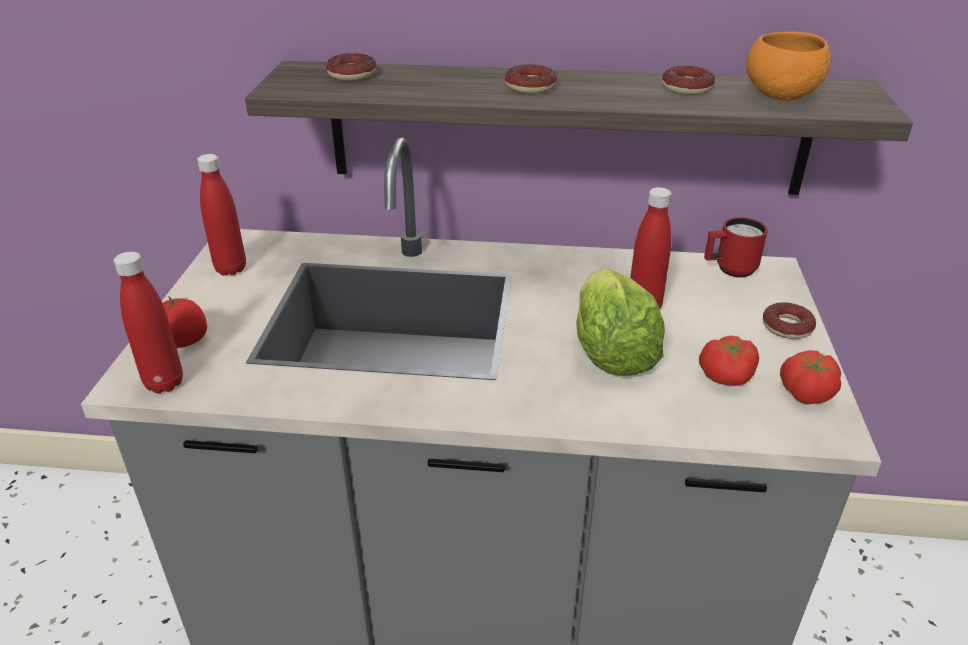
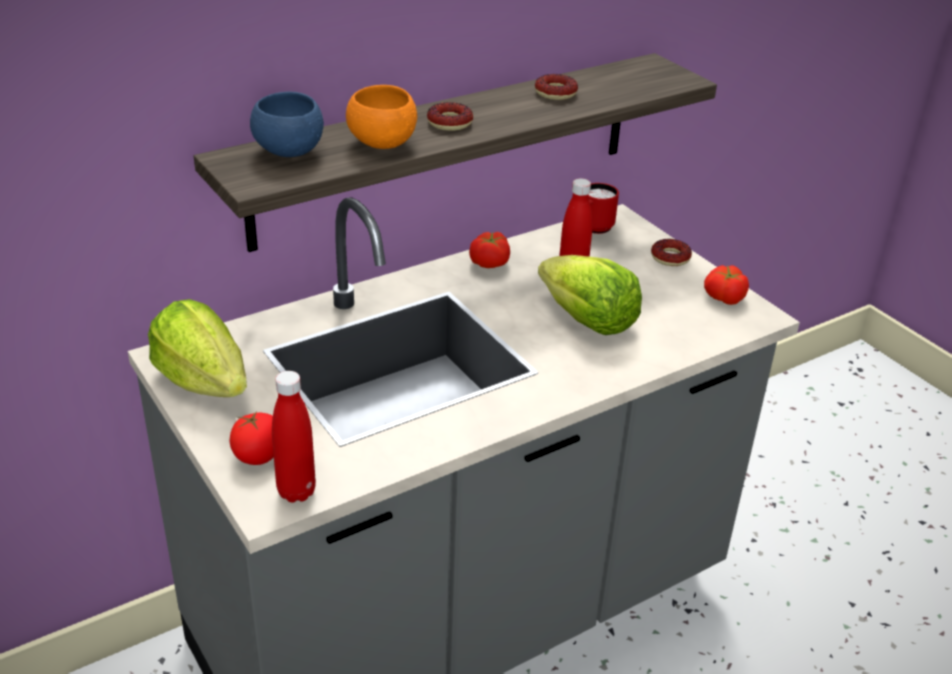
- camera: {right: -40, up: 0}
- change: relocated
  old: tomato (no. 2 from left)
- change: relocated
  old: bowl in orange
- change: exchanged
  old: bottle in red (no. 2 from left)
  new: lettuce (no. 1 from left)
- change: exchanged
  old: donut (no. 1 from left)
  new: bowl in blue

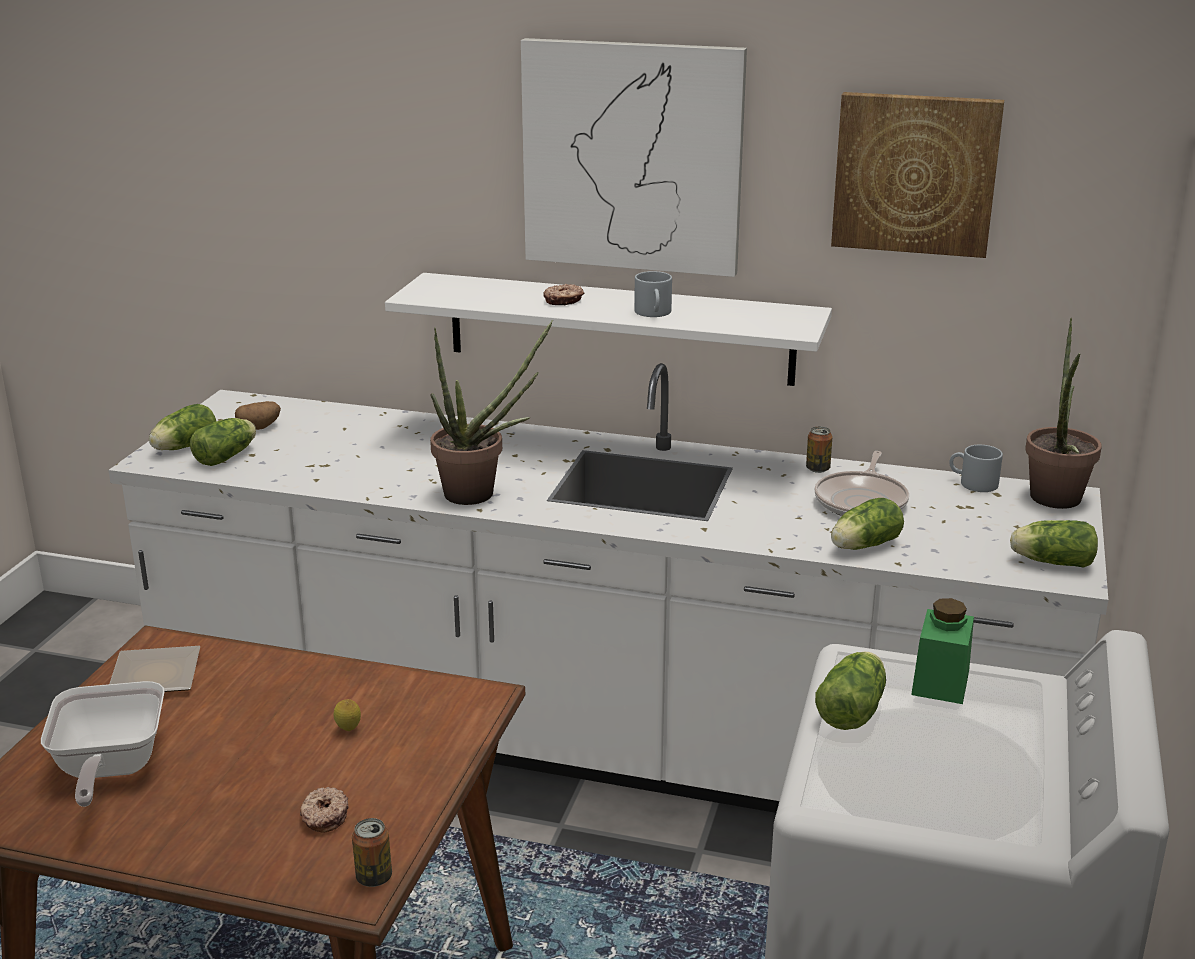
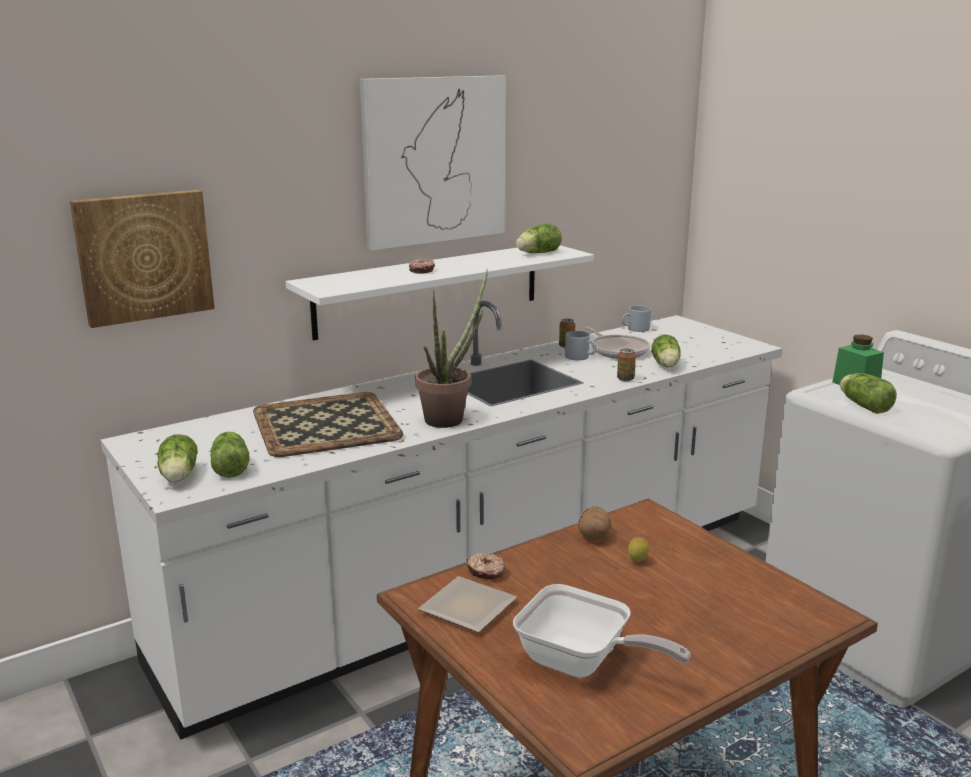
- camera: {right: -50, up: -5}
- change: missing
  old: potted plant (no. 2 from left)
- change: appeared
  new: tray
- change: relocated
  old: potato
- change: relocated
  old: donut (no. 1 from left in the first image)
  new: donut (no. 2 from left)
- change: relocated
  old: can (no. 1 from left in the first image)
  new: can (no. 2 from left)
- change: relocated
  old: mug in grey (no. 1 from left)
- change: relocated
  old: picture (no. 2 from left in the first image)
  new: picture (no. 1 from left)
- change: relocated
  old: lettuce (no. 5 from left in the first image)
  new: lettuce (no. 3 from left)

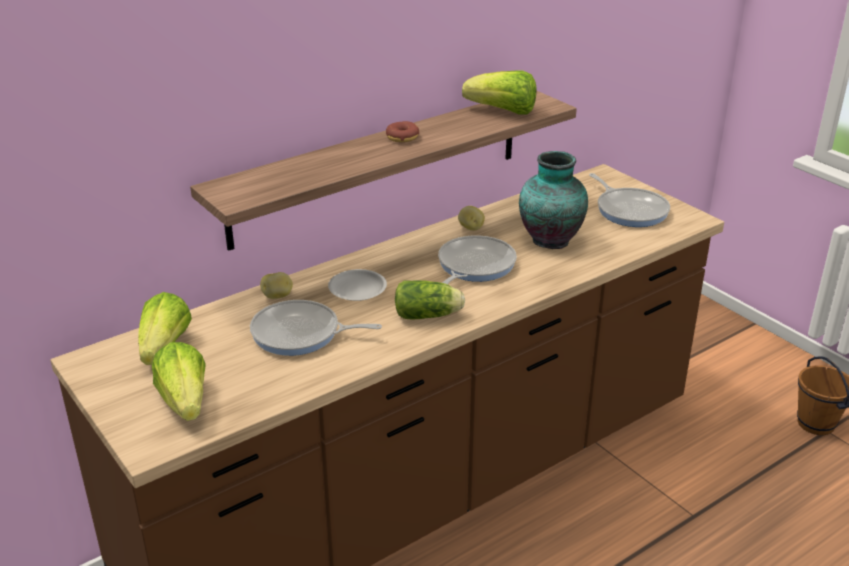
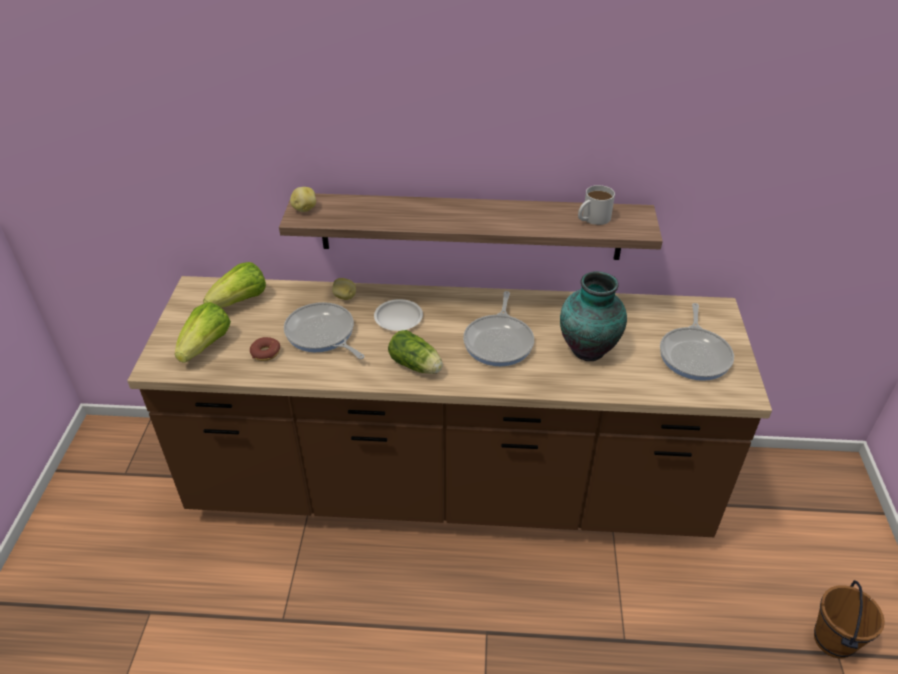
- camera: {right: 40, up: 10}
- change: relocated
  old: donut
- change: relocated
  old: potato (no. 2 from left in the first image)
  new: potato (no. 1 from left)
- change: exchanged
  old: lettuce (no. 4 from left)
  new: mug in white
- change: spun
  old: frying pan (no. 2 from left)
  degrees: 120

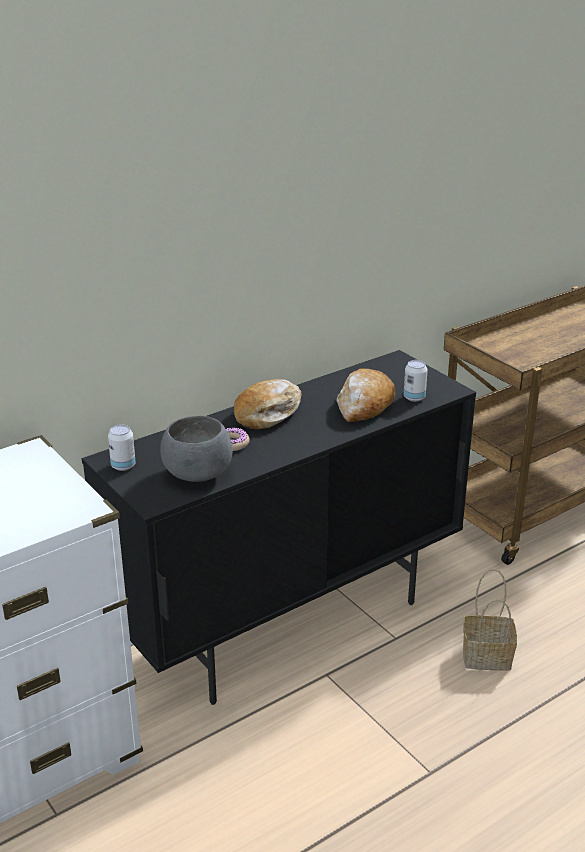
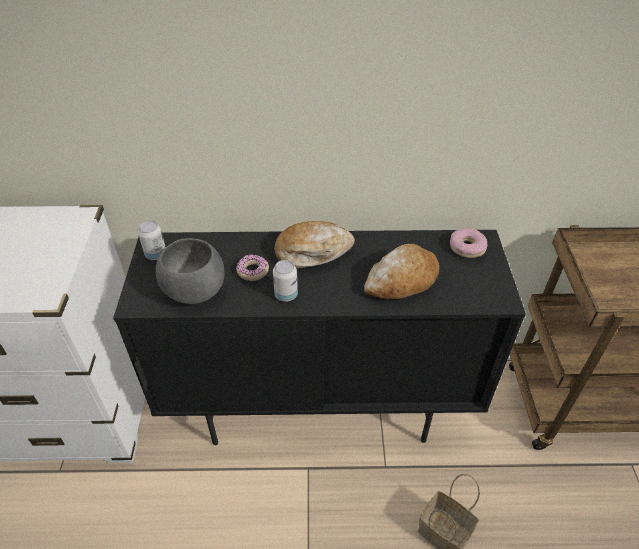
- camera: {right: 35, up: 15}
- change: appeared
  new: donut (no. 2 from left)
- change: relocated
  old: can (no. 2 from left)

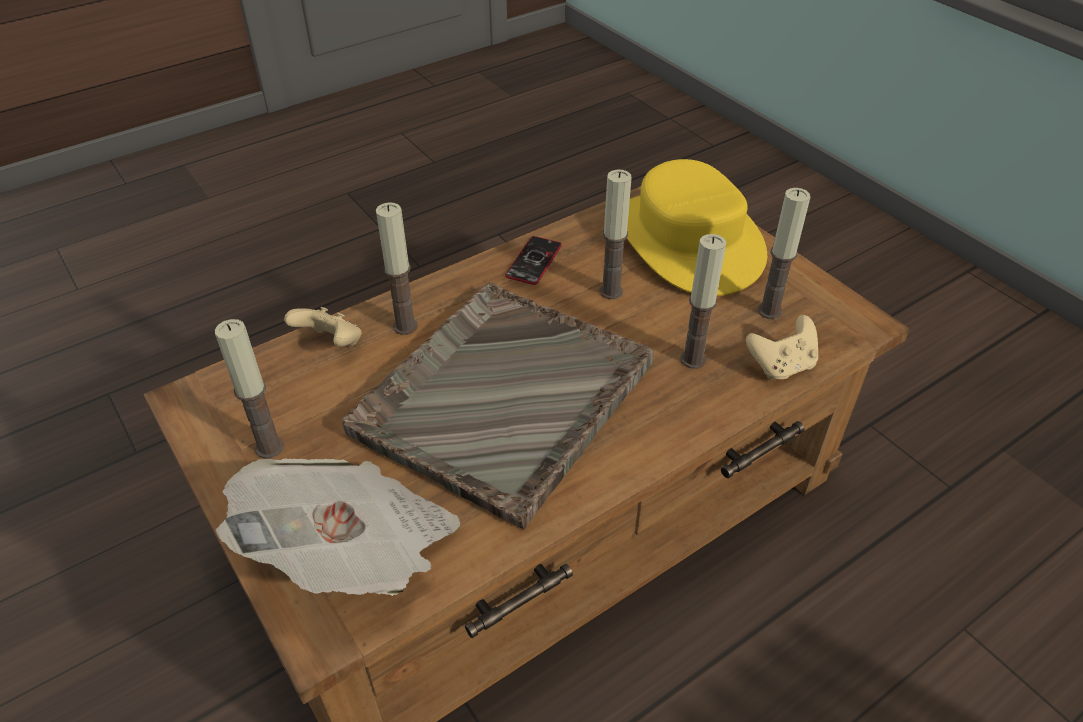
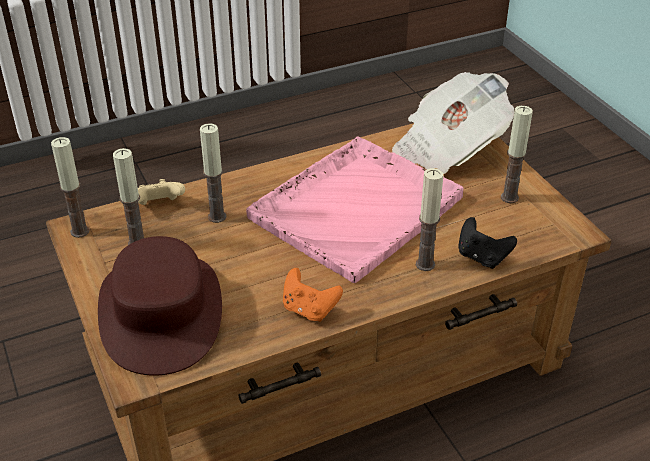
- camera: {right: -170, up: -5}
- change: relocated
  old: candle (no. 3 from left in the first image)
  new: candle (no. 1 from left)
- change: exchanged
  old: phone
  new: game controller in orange
- change: colour
  old: game controller in beige (no. 1 from left)
  new: game controller in black
- change: colour
  old: tray in grey
  new: tray in pink
- change: colour
  old: hat in yellow
  new: hat in brown

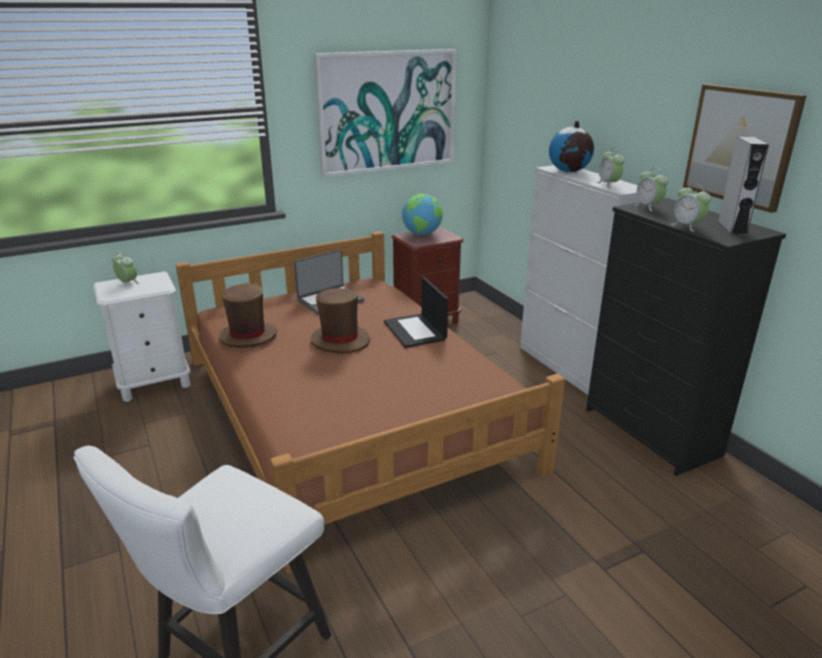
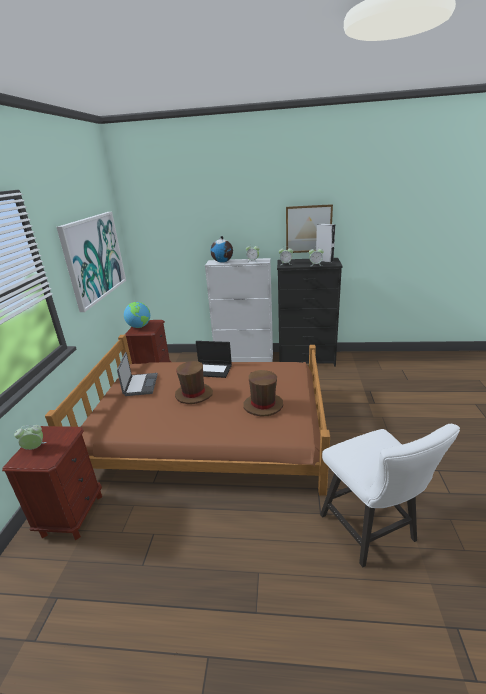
- camera: {right: -55, up: 0}
- change: relocated
  old: hat in brown (no. 1 from left in the first image)
  new: hat in brown (no. 2 from left)
- change: colour
  old: nightstand in white
  new: nightstand in brown (no. 1 from left)

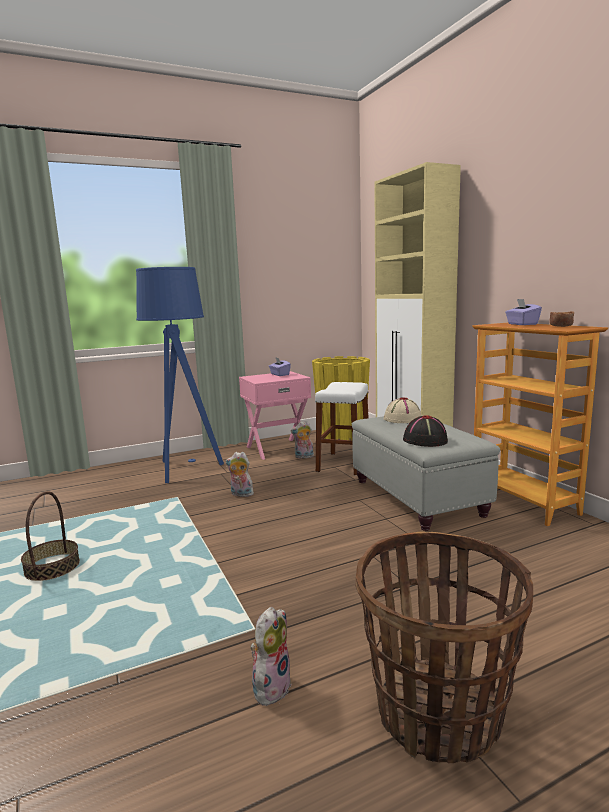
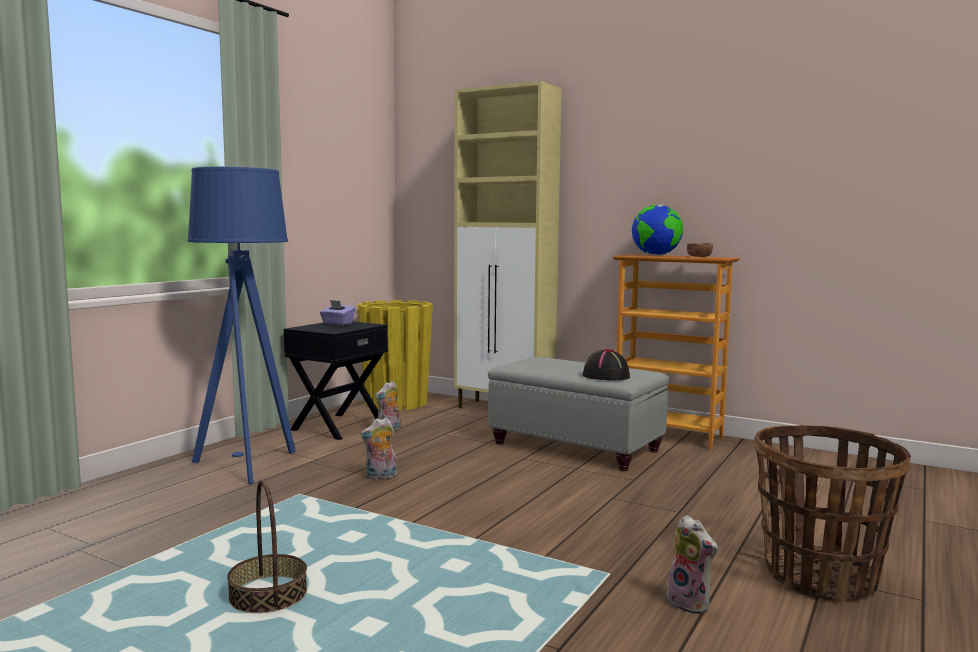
- camera: {right: -35, up: -5}
- change: missing
  old: stool in white
- change: missing
  old: hat in beige
- change: exchanged
  old: tissue box in purple (no. 2 from left)
  new: globe
- change: colour
  old: nightstand in pink
  new: nightstand in black
- change: spun
  old: plush toy (no. 2 from left in the first image)
  degrees: 150

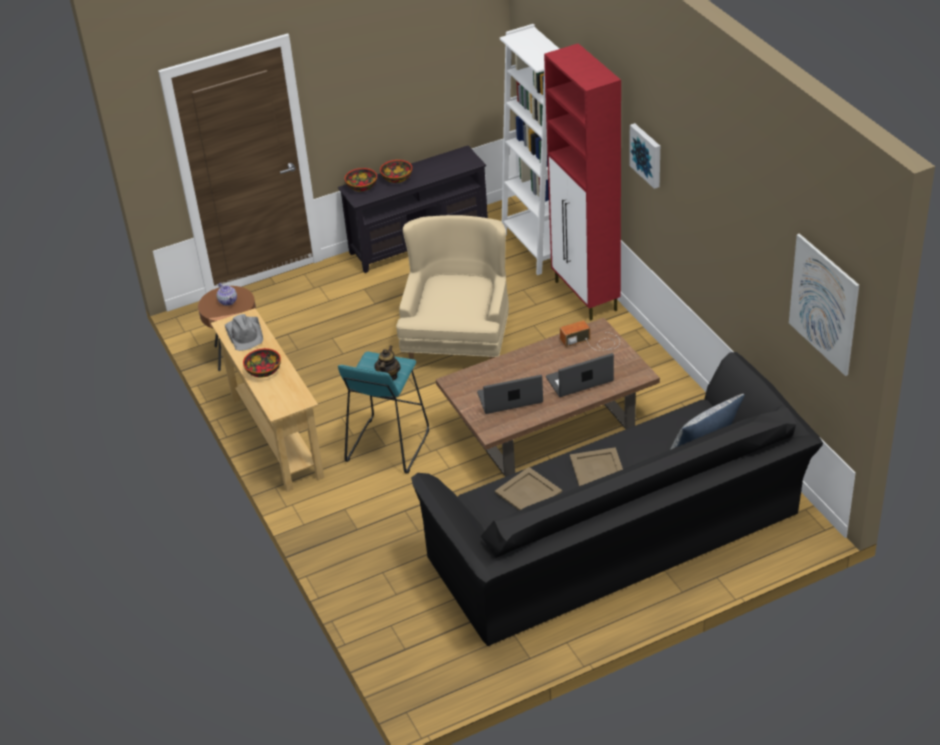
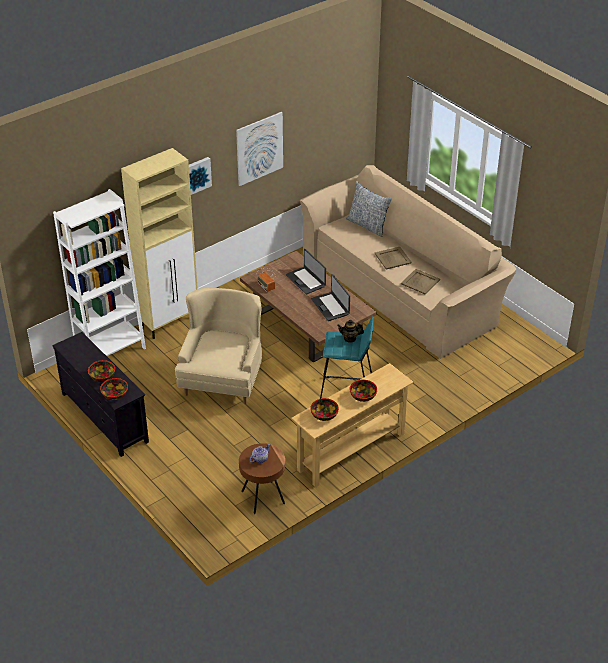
- camera: {right: -105, up: 0}
- change: relocated
  old: picture (no. 2 from left)
- change: exchanged
  old: hat in grey
  new: bowl (no. 3 from left)
- change: colour
  old: sofa in black
  new: sofa in beige
- change: colour
  old: cabinet in red
  new: cabinet in beige
- change: spun
  old: armchair in beige
  degrees: 105

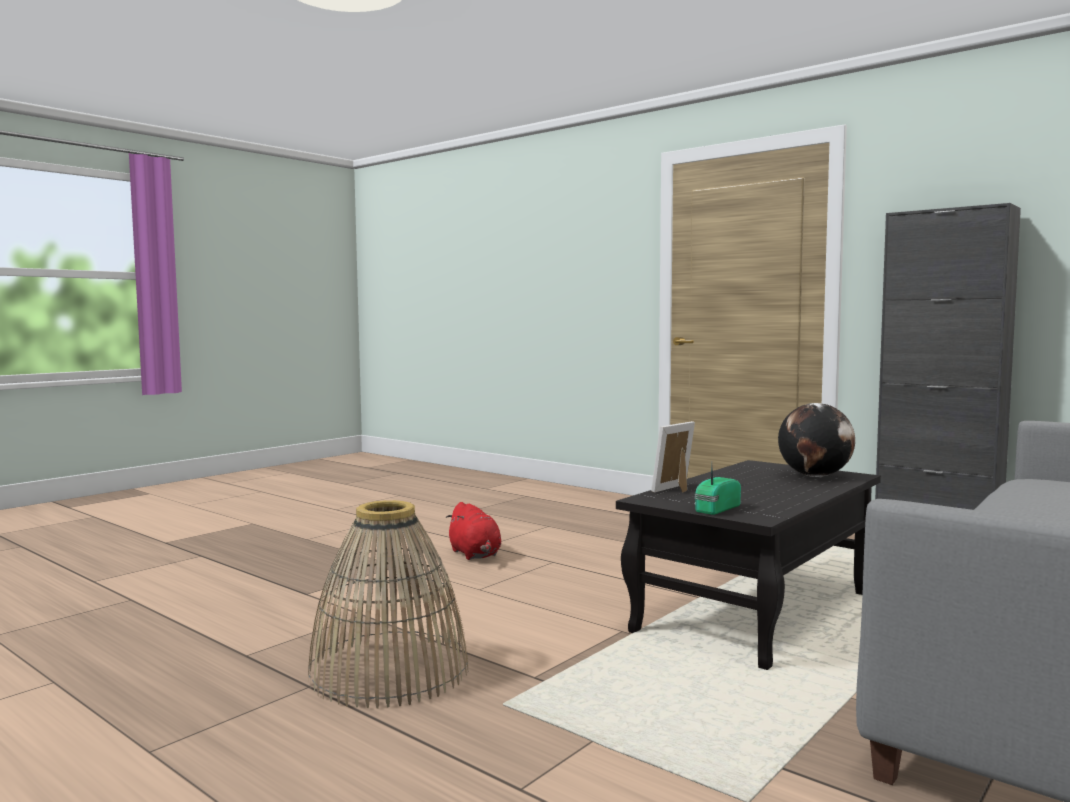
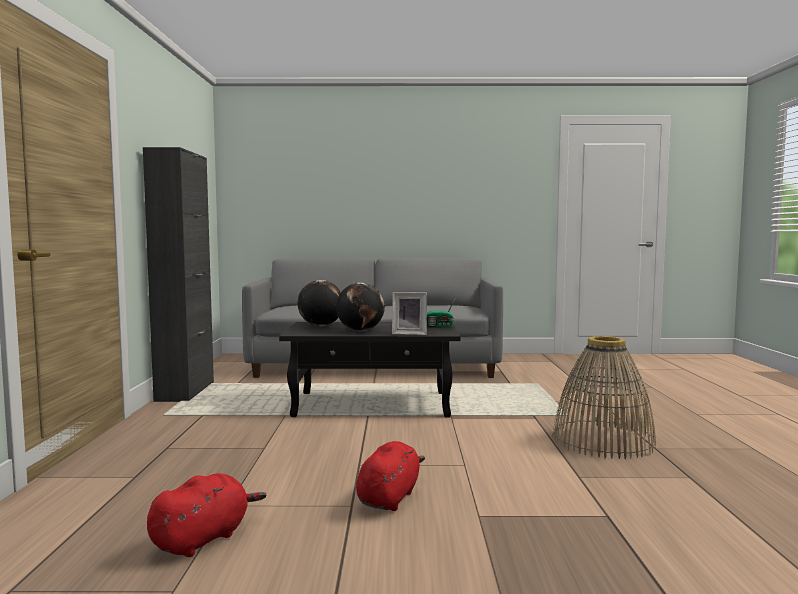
- camera: {right: -130, up: 0}
- change: appeared
  new: plush toy in red (no. 1 from left)
- change: appeared
  new: globe (no. 2 from left)

